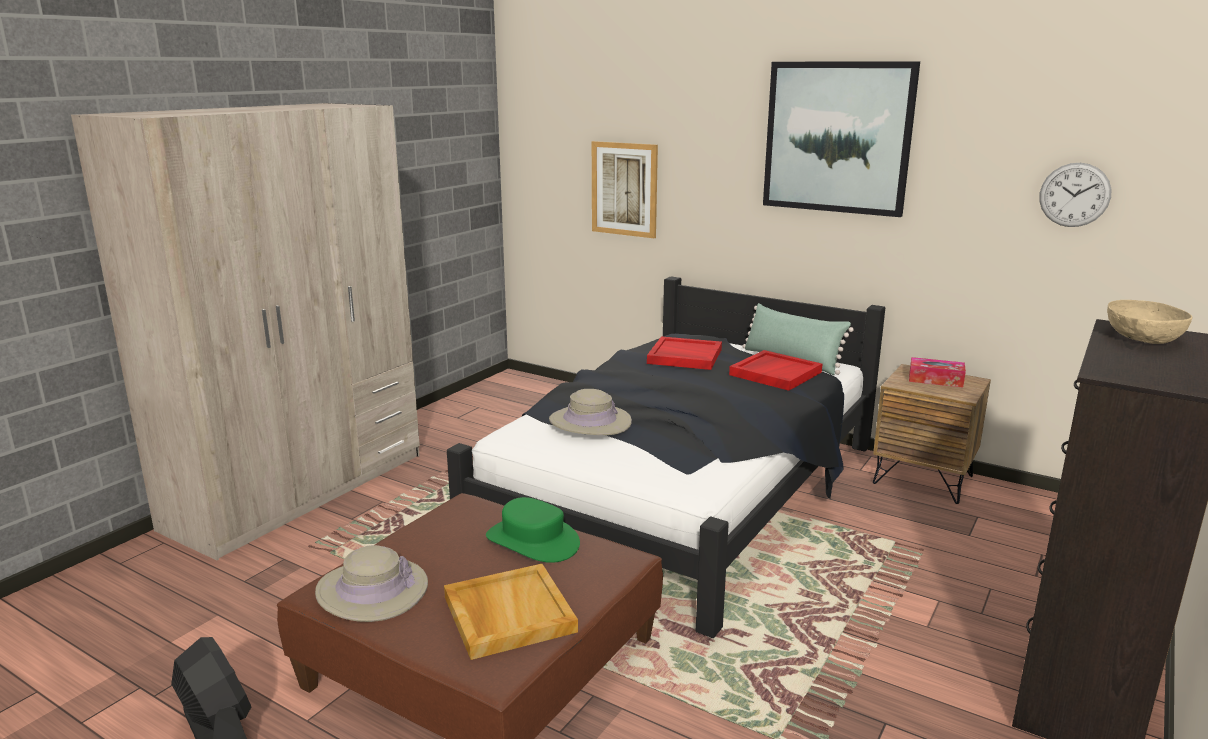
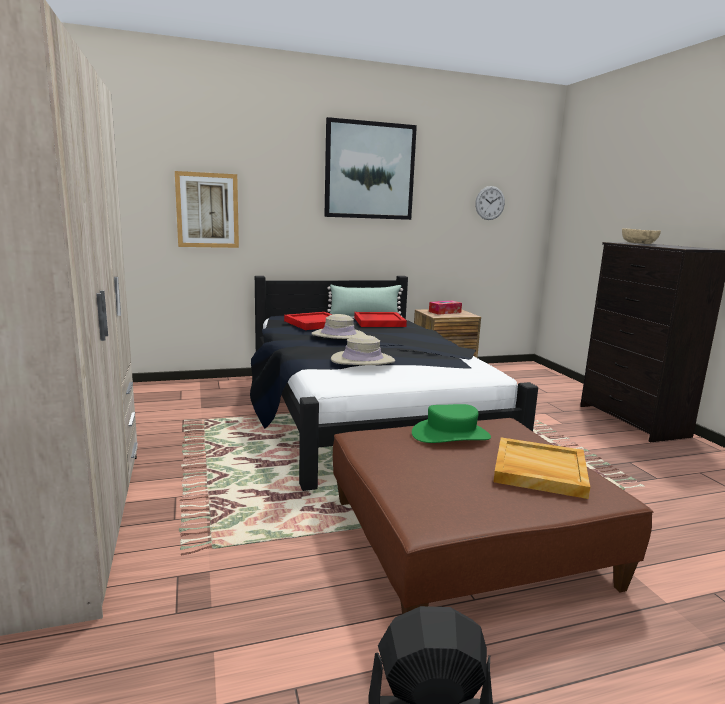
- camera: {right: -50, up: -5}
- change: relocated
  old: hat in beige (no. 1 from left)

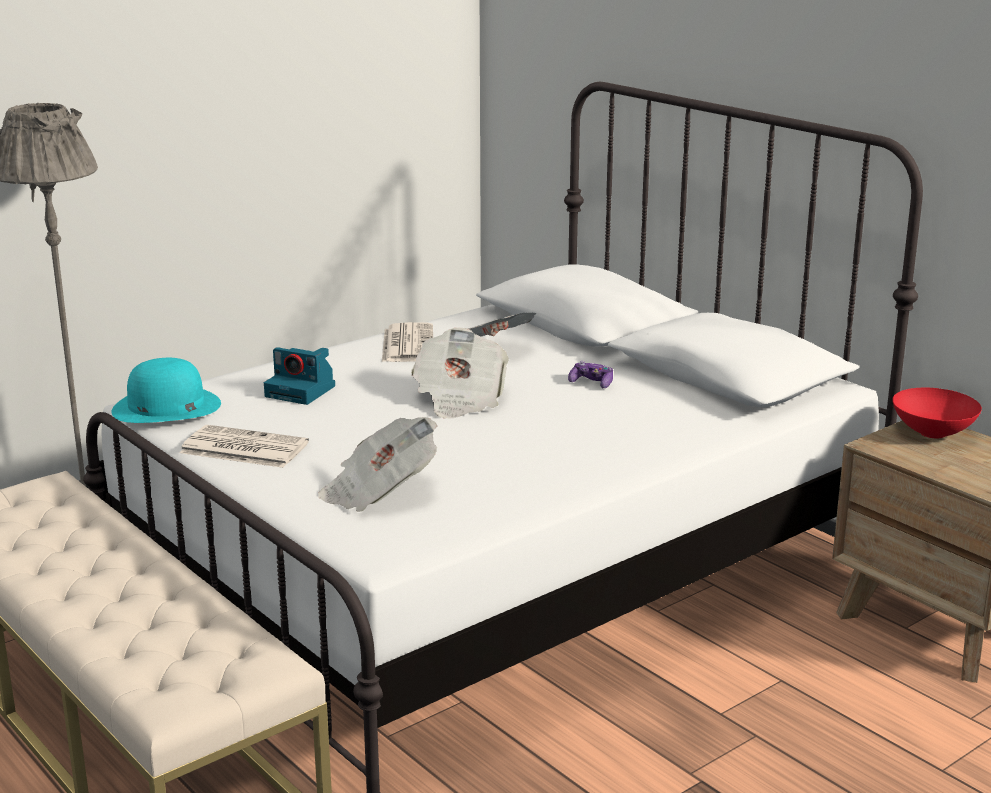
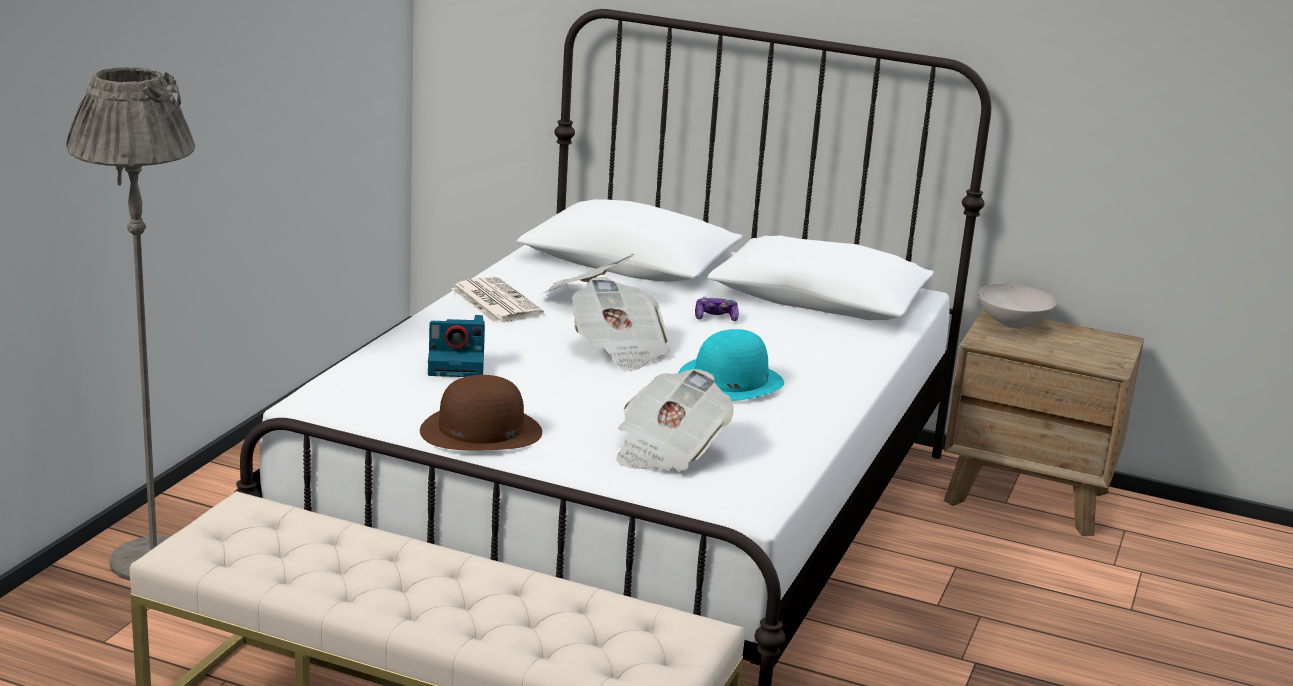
- camera: {right: -30, up: 0}
- change: relocated
  old: hat in turquoise
- change: exchanged
  old: newspaper (no. 1 from left)
  new: hat in brown
- change: colour
  old: bowl in red
  new: bowl in white

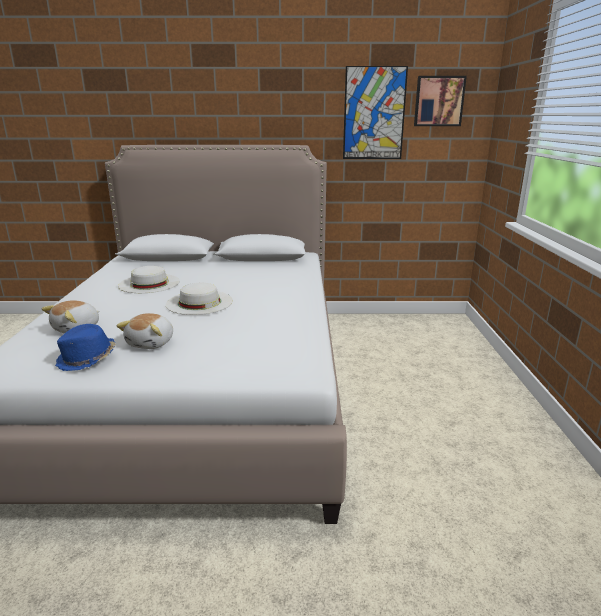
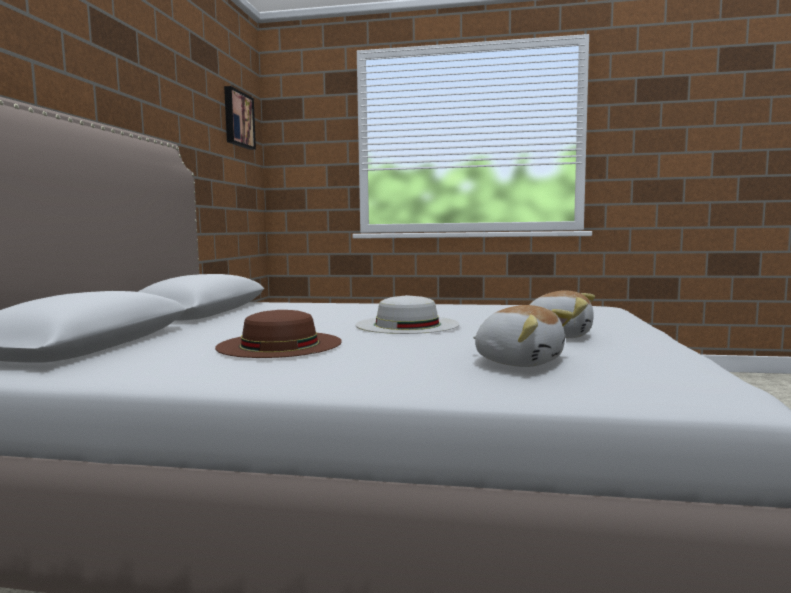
- camera: {right: -80, up: -15}
- change: missing
  old: hat in blue
- change: missing
  old: picture (no. 1 from left)
- change: colour
  old: hat in white (no. 1 from left)
  new: hat in brown

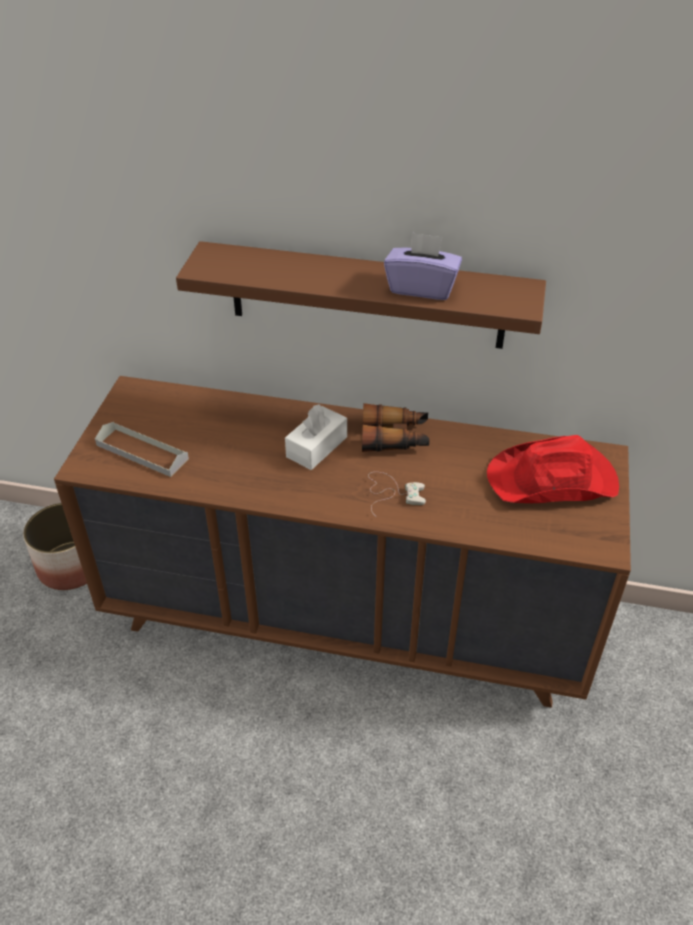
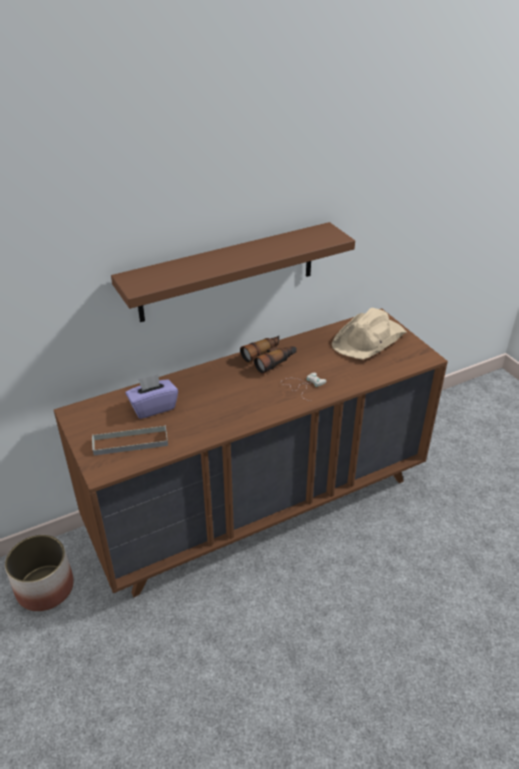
- camera: {right: -40, up: -5}
- change: missing
  old: tissue box in white
- change: relocated
  old: tissue box in purple
- change: colour
  old: hat in red
  new: hat in beige

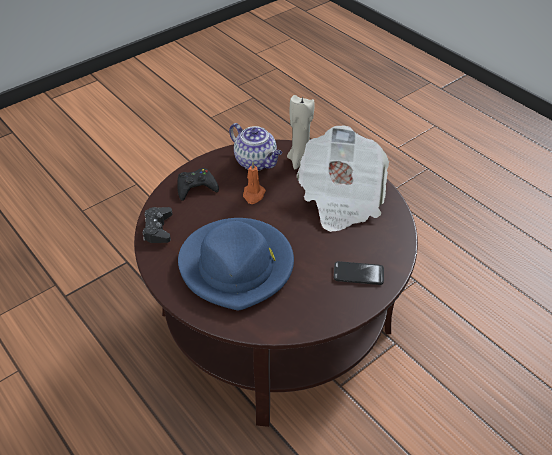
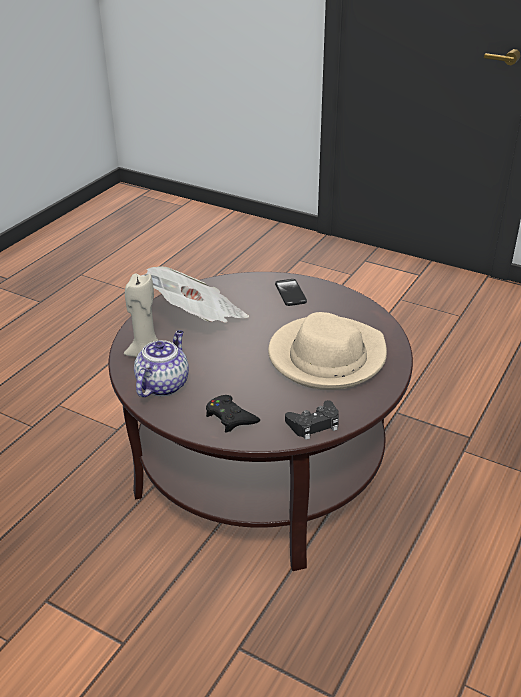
- camera: {right: -110, up: -10}
- change: missing
  old: candle in orange
- change: colour
  old: hat in blue
  new: hat in beige

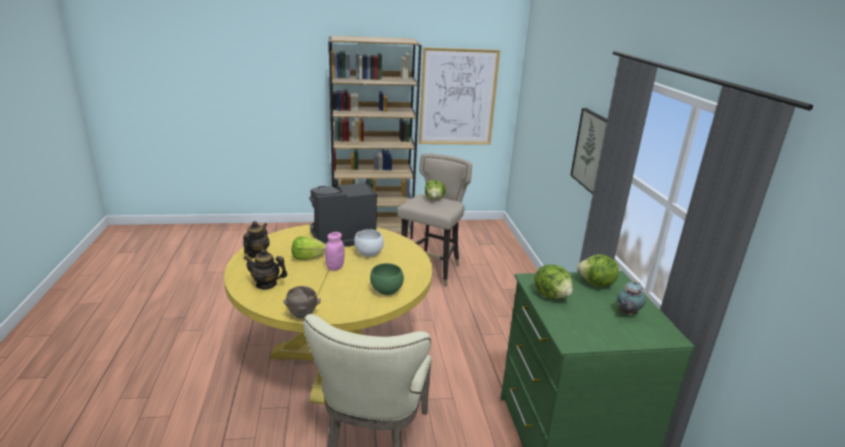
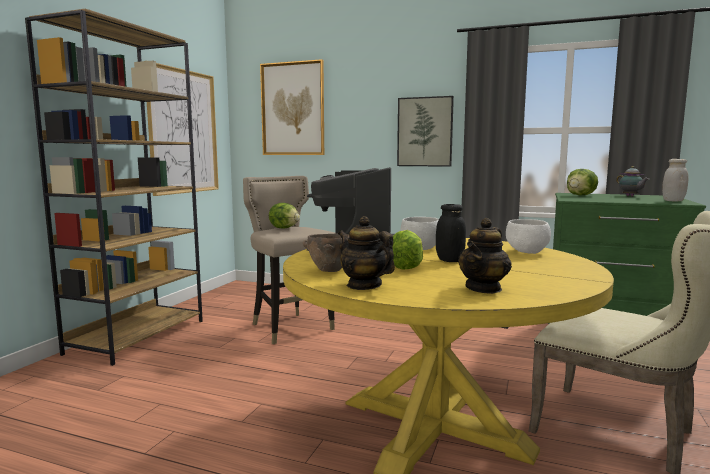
- camera: {right: -60, up: -15}
- change: missing
  old: lettuce (no. 3 from left)
- change: appeared
  new: picture (no. 2 from left)
- change: appeared
  new: jar in white
- change: relocated
  old: bowl in brown
- change: colour
  old: jar in pink
  new: jar in black
- change: colour
  old: bowl in green
  new: bowl in white (no. 2 from left)

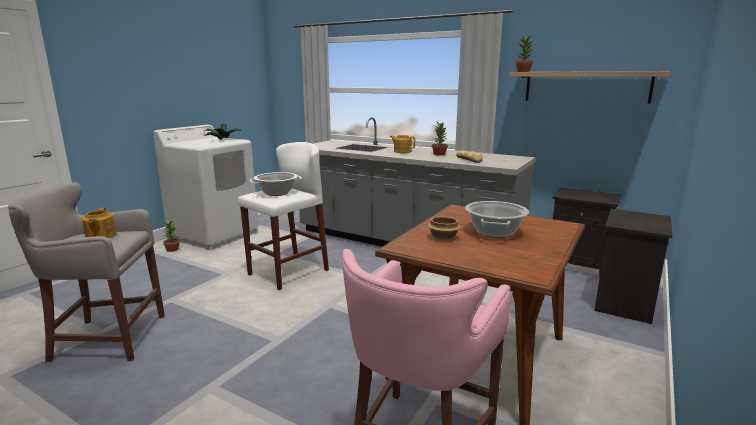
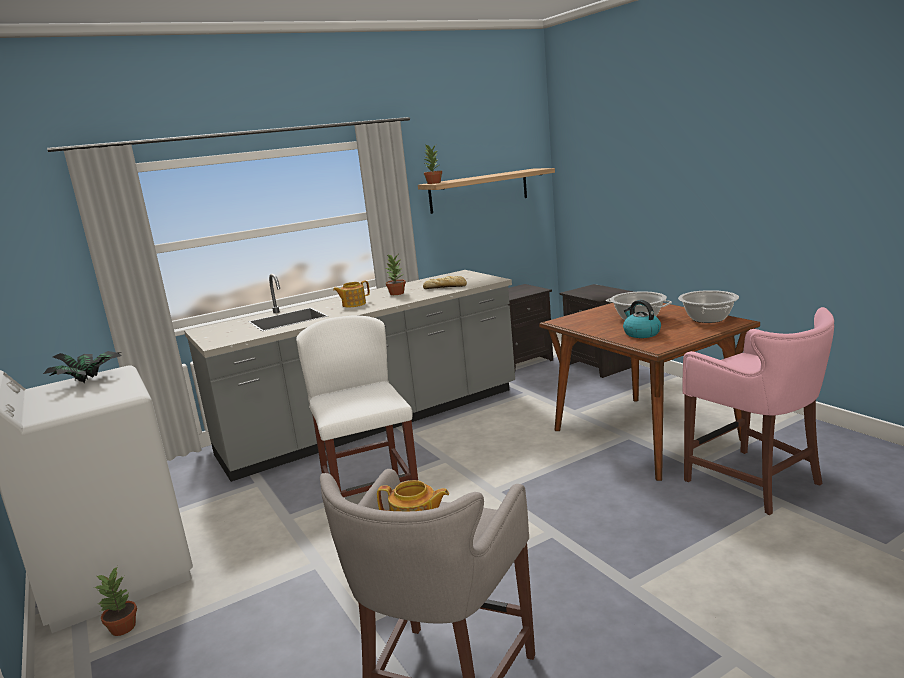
- camera: {right: -60, up: 0}
- change: relocated
  old: cooking pot (no. 1 from left in the first image)
  new: cooking pot (no. 2 from left)
- change: exchanged
  old: bowl
  new: kettle

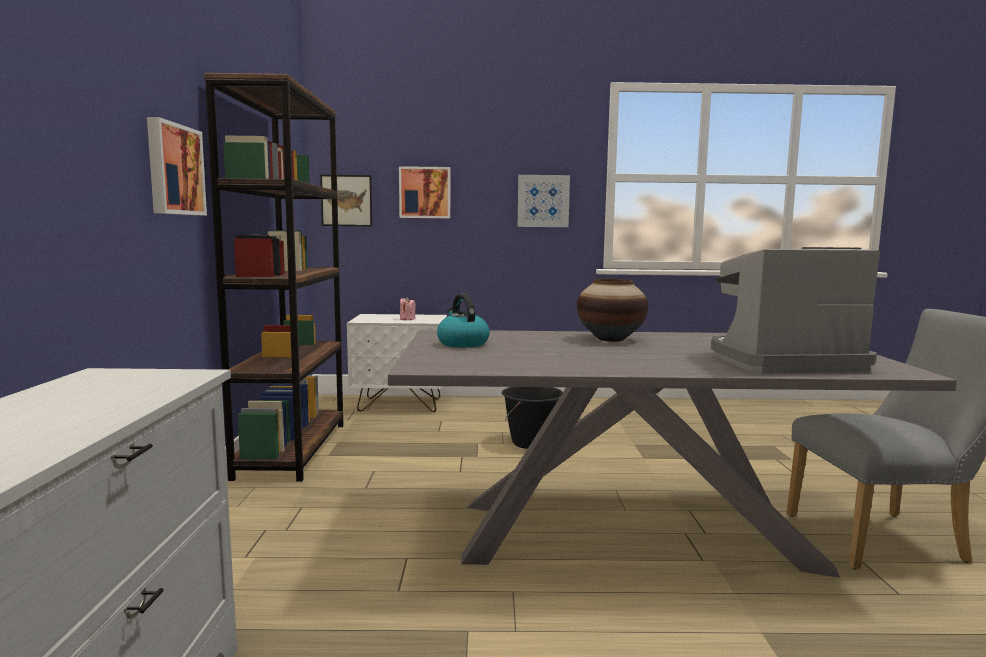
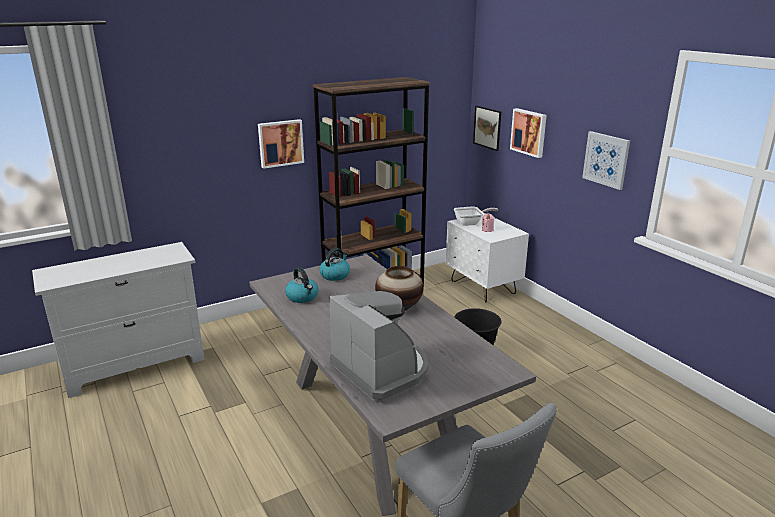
- camera: {right: 60, up: 15}
- change: appeared
  new: kettle (no. 1 from left)
- change: appeared
  new: frying pan

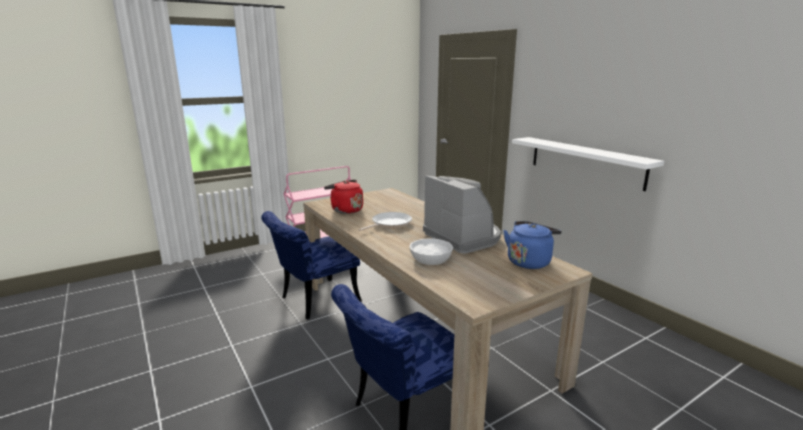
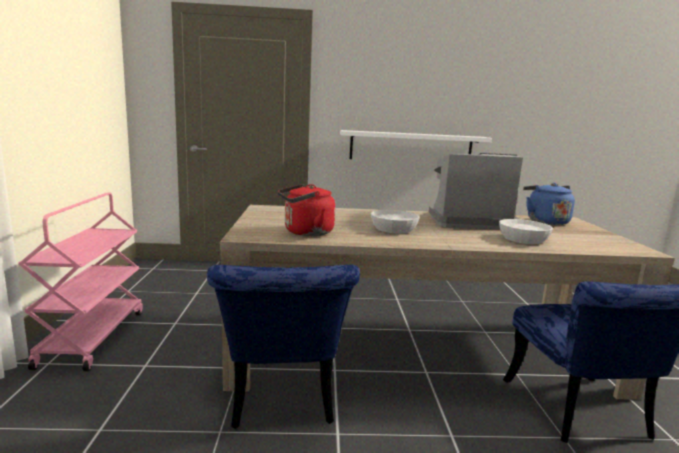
- camera: {right: -60, up: -5}
- change: exchanged
  old: frying pan
  new: bowl in white (no. 1 from left)

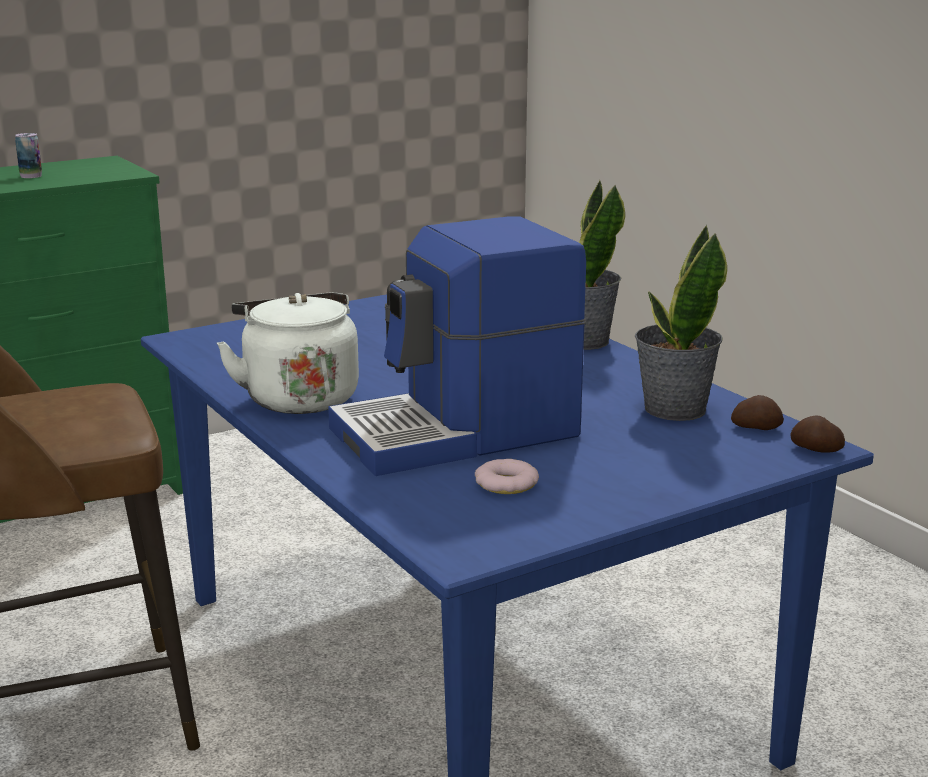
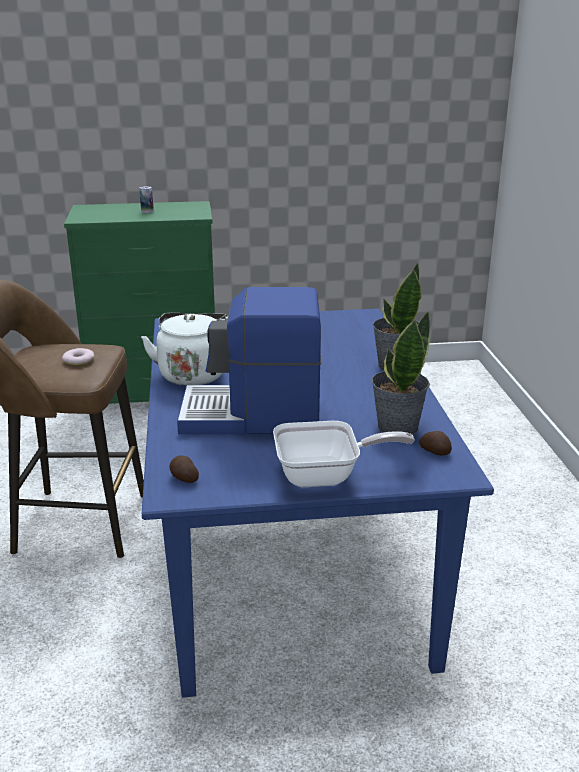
- camera: {right: 25, up: 5}
- change: appeared
  new: frying pan
- change: relocated
  old: donut
- change: relocated
  old: potato (no. 2 from left in the first image)
  new: potato (no. 1 from left)

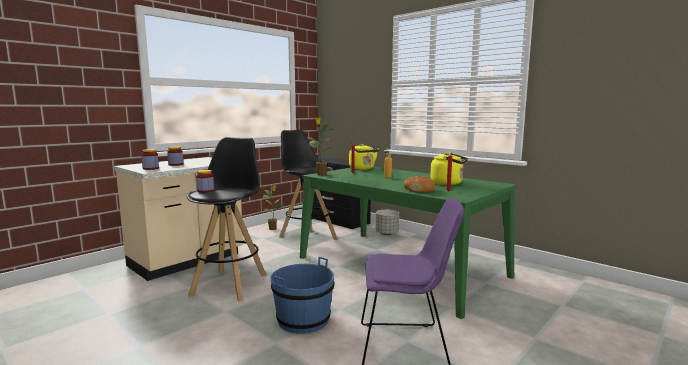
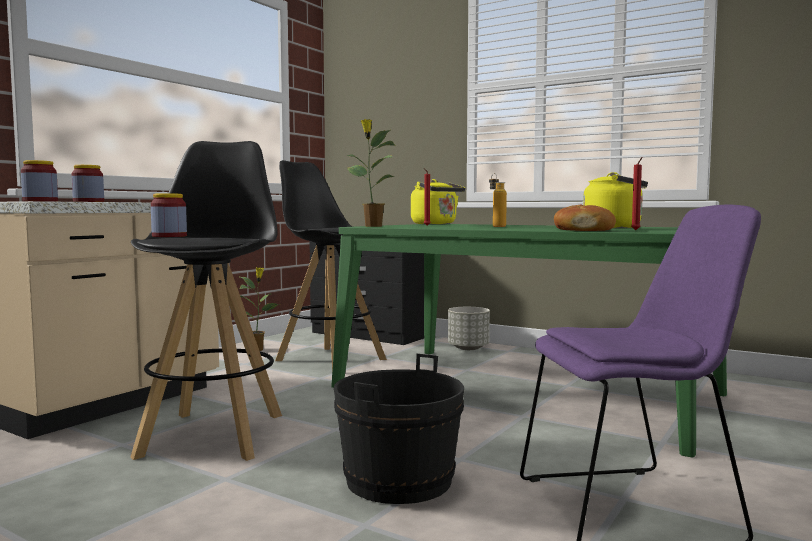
- camera: {right: -10, up: -5}
- change: colour
  old: bucket in blue
  new: bucket in black

